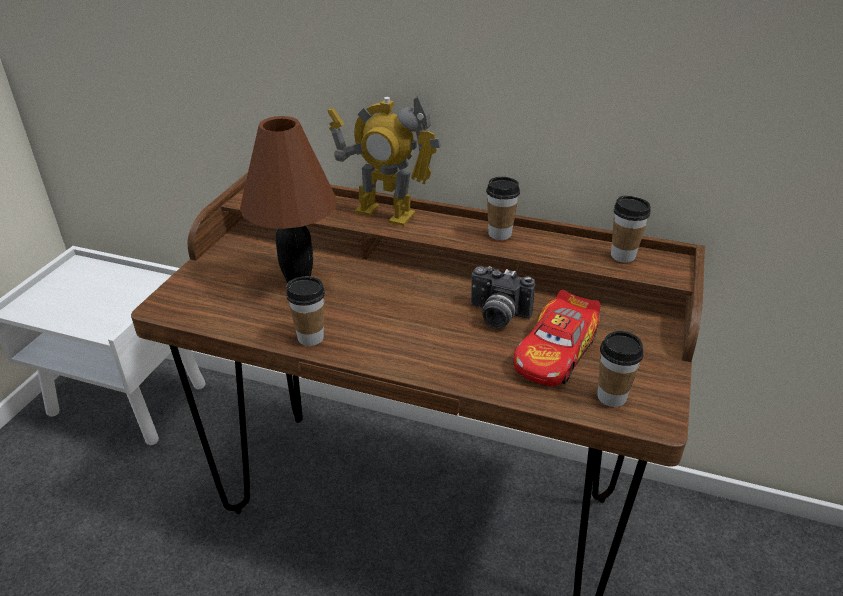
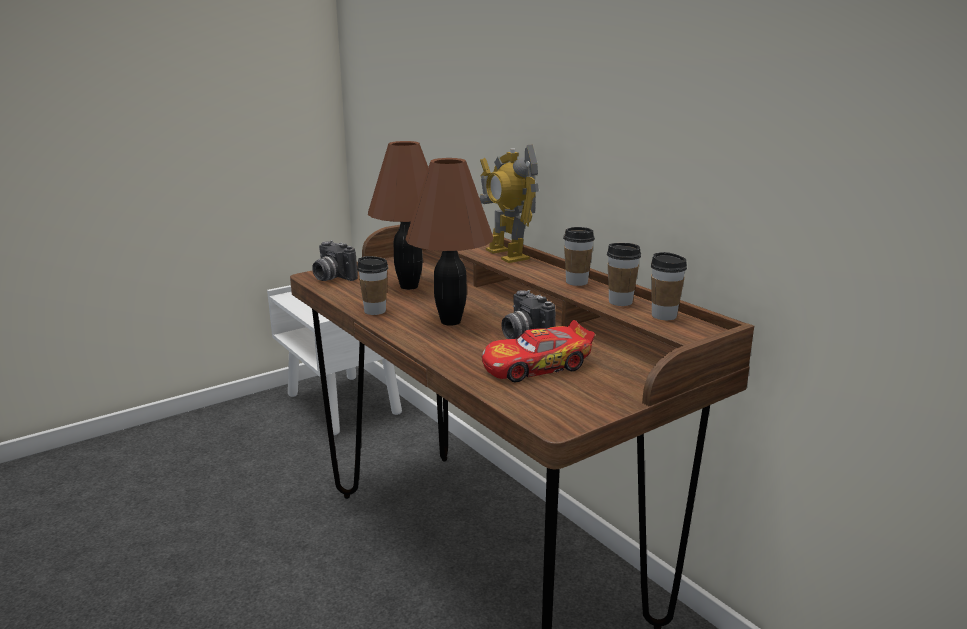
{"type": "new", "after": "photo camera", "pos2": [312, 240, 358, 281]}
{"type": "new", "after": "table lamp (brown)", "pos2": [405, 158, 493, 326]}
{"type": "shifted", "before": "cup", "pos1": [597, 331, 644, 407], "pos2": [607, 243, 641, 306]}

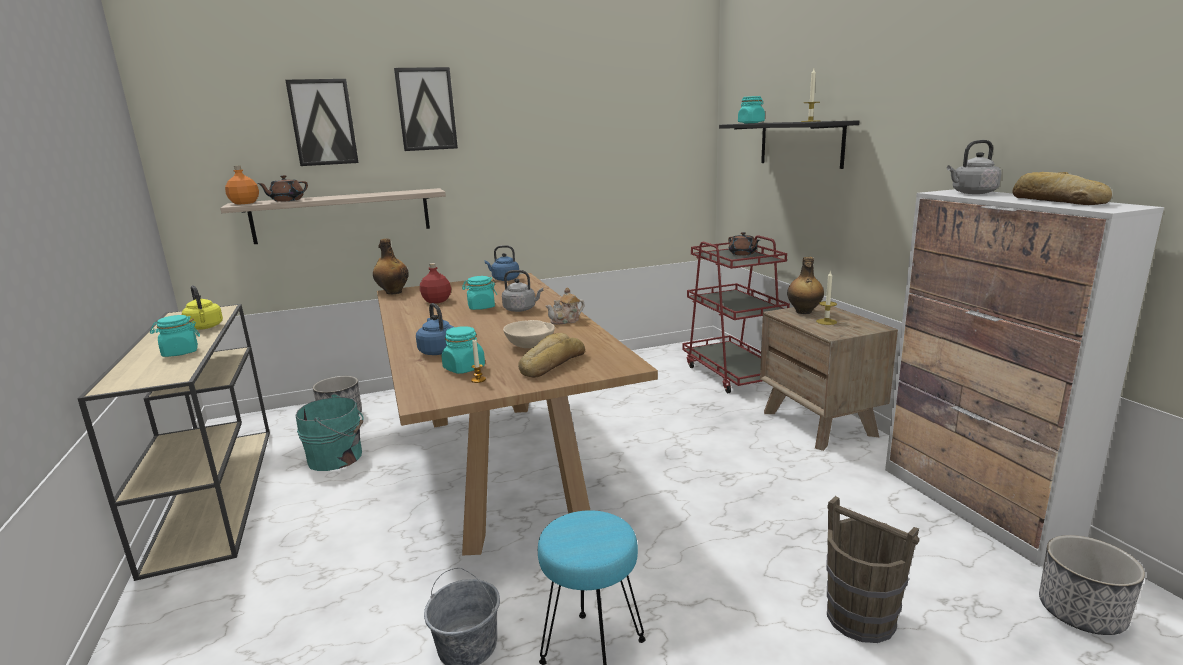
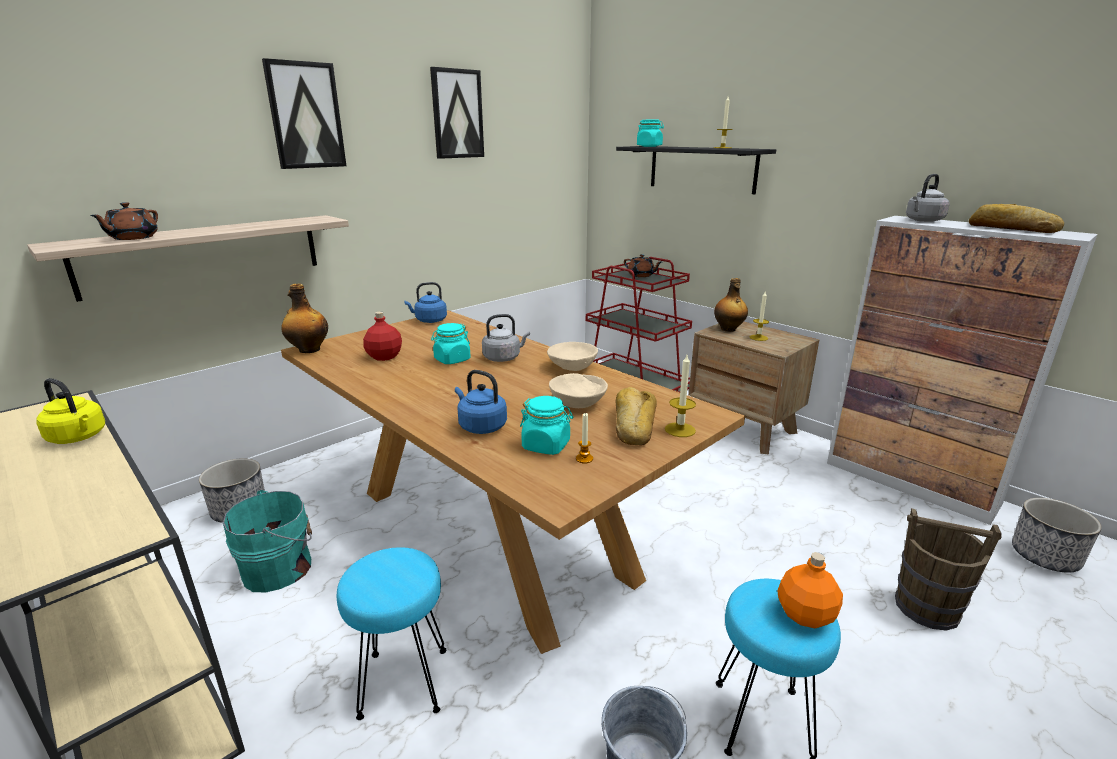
{"type": "gone", "before": "jar (turquoise)", "pos1": [150, 315, 200, 357]}
{"type": "new", "after": "stool (turquoise)", "pos2": [337, 547, 446, 720]}
{"type": "new", "after": "candle", "pos2": [665, 355, 696, 437]}
{"type": "shifted", "before": "bottle (orange)", "pos1": [225, 166, 259, 204], "pos2": [777, 552, 843, 628]}
{"type": "shifted", "before": "picture", "pos1": [285, 79, 359, 166], "pos2": [430, 67, 484, 159]}
{"type": "swapped", "before": "teapot", "after": "bowl (beige)", "pos1": [546, 288, 585, 325], "pos2": [547, 342, 598, 371]}

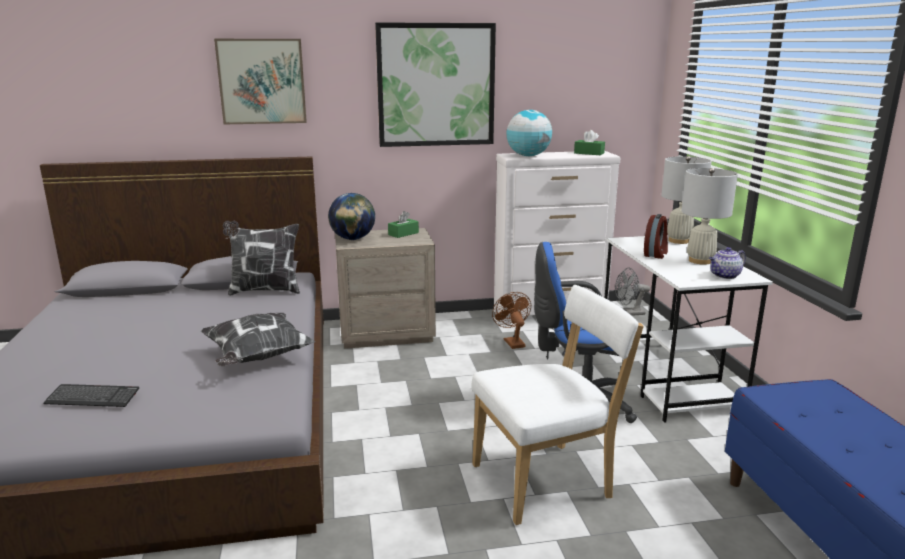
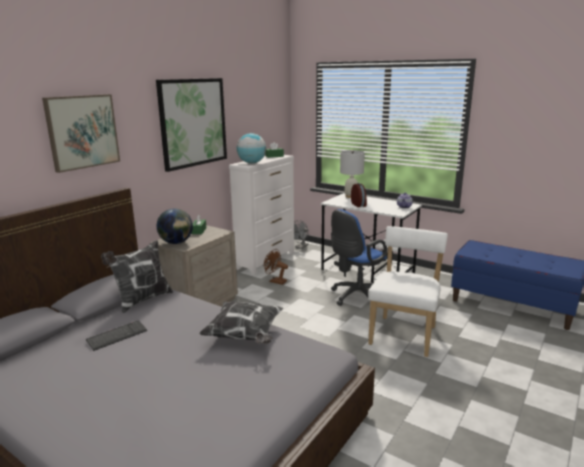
{"type": "gone", "before": "table lamp (white)", "pos1": [681, 168, 738, 265]}
{"type": "shifted", "before": "keyboard", "pos1": [43, 384, 139, 407], "pos2": [86, 320, 147, 351]}

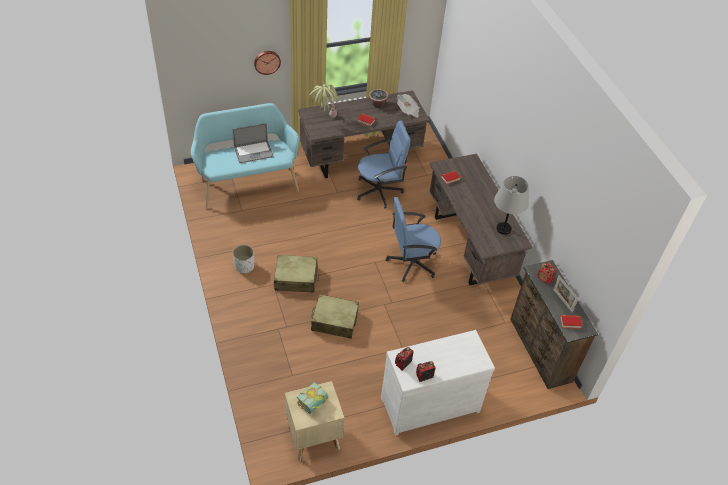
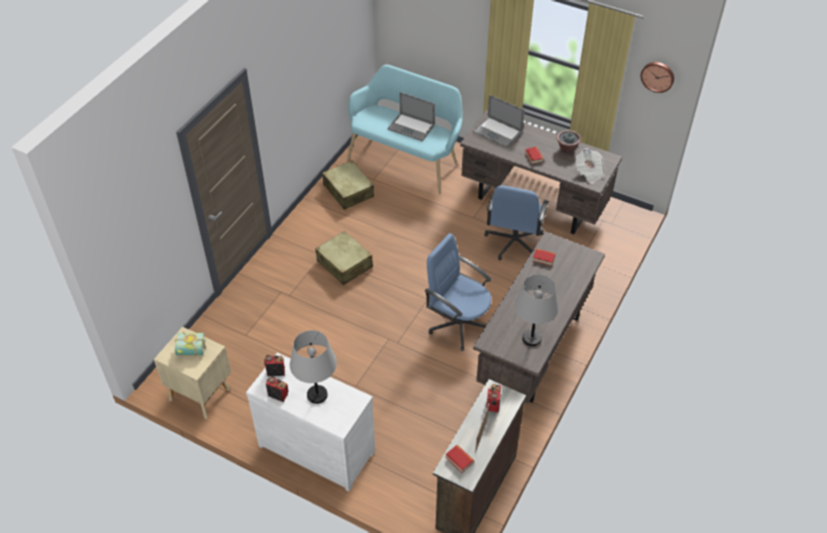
{"type": "gone", "before": "planter (white)", "pos1": [233, 245, 254, 274]}
{"type": "new", "after": "table lamp (grey)", "pos2": [290, 330, 337, 404]}
{"type": "shifted", "before": "wall clock", "pos1": [254, 51, 281, 75], "pos2": [641, 62, 674, 93]}
{"type": "shifted", "before": "suitcase (beige)", "pos1": [311, 294, 359, 339], "pos2": [322, 160, 374, 210]}
{"type": "swapped", "before": "potted plant", "after": "laptop", "pos1": [309, 84, 339, 118], "pos2": [473, 95, 525, 148]}
{"type": "rotated", "before": "office chair (blue)", "pos1": [357, 121, 410, 208], "pos2": [484, 185, 549, 261], "turn": 75}

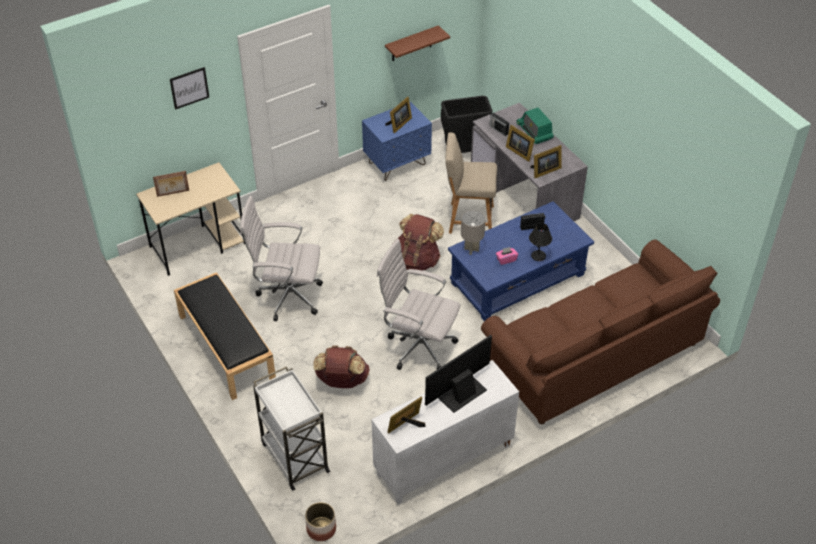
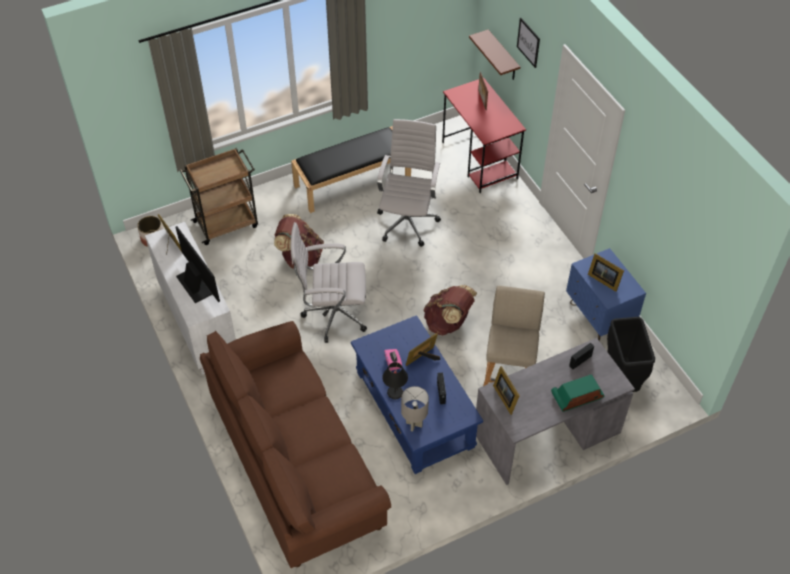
{"type": "shifted", "before": "shelf (brown)", "pos1": [385, 25, 450, 61], "pos2": [469, 30, 520, 80]}
{"type": "shifted", "before": "table lamp (grey)", "pos1": [461, 210, 486, 255], "pos2": [401, 386, 429, 432]}
{"type": "shifted", "before": "picture frame", "pos1": [506, 125, 535, 162], "pos2": [406, 333, 440, 366]}
{"type": "repainted", "before": "desk (beige)", "after": "desk (red)", "pos1": [136, 162, 245, 276], "pos2": [442, 78, 526, 193]}
{"type": "repainted", "before": "cart (white)", "after": "cart (brown)", "pos1": [253, 366, 331, 491], "pos2": [180, 148, 258, 245]}
{"type": "rotated", "before": "office chair (white)", "pos1": [377, 239, 460, 370], "pos2": [291, 222, 367, 343], "turn": -120}

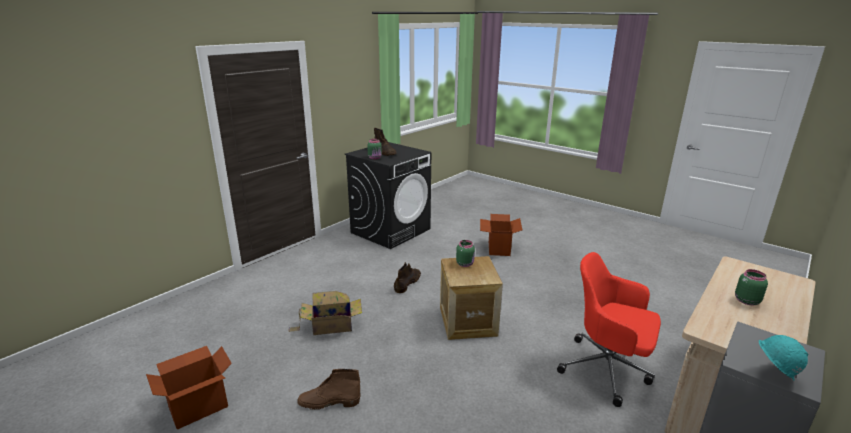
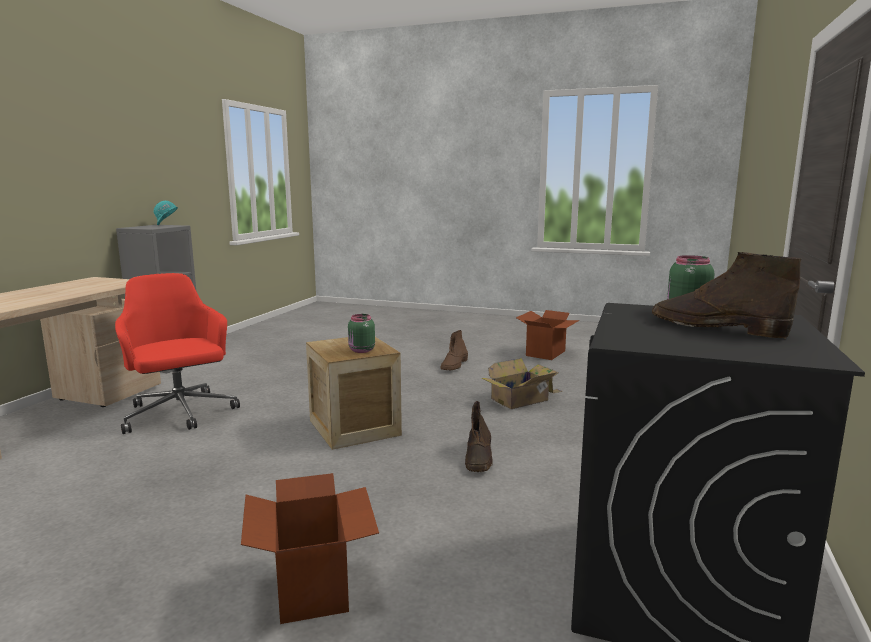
{"type": "gone", "before": "jar (green)", "pos1": [735, 269, 768, 305]}
{"type": "rotated", "before": "boot (brown)", "pos1": [297, 369, 361, 410], "pos2": [440, 330, 468, 370], "turn": 135}
{"type": "rotated", "before": "office chair (red)", "pos1": [557, 252, 661, 407], "pos2": [115, 273, 240, 434], "turn": -135}

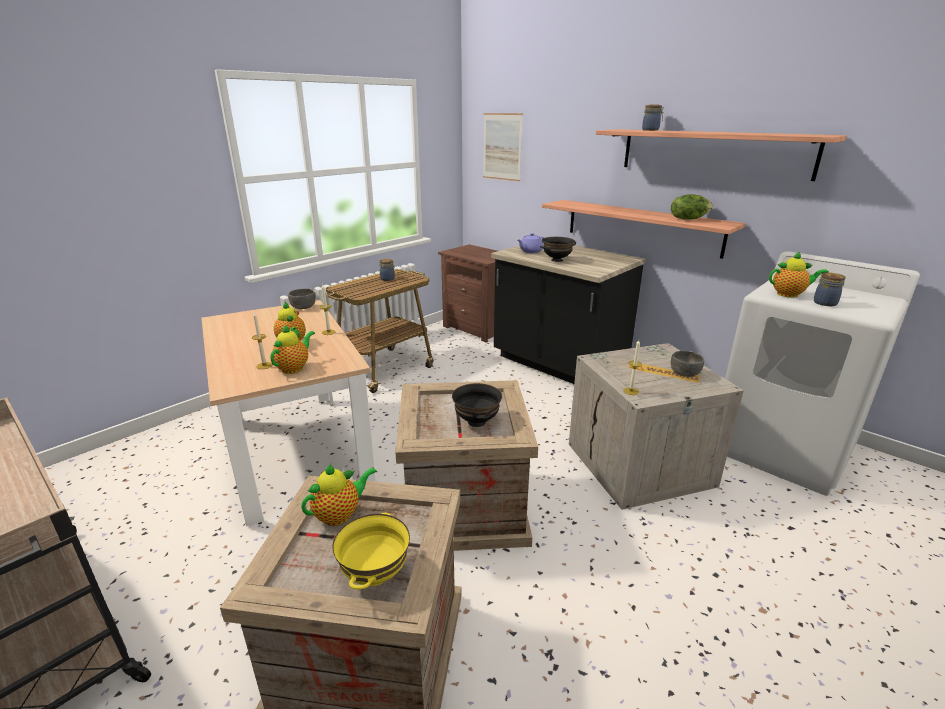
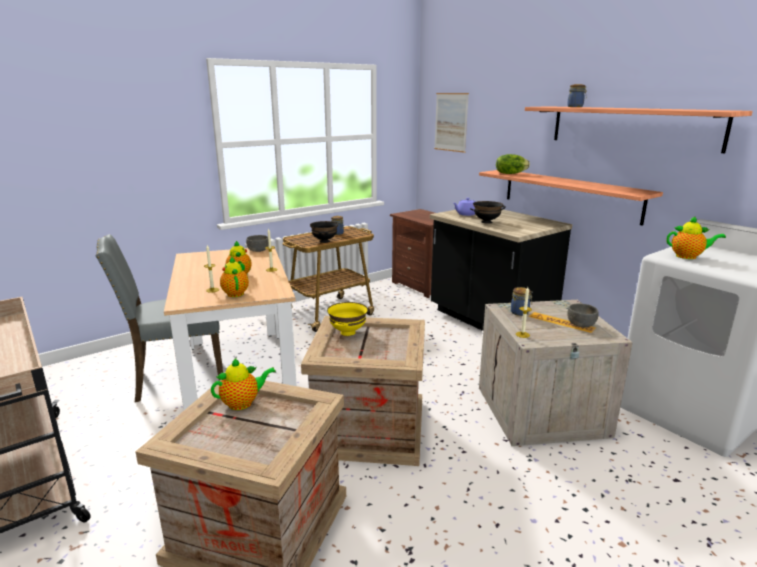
{"type": "new", "after": "chair (grey)", "pos2": [95, 234, 223, 402]}
{"type": "shifted", "before": "bowl (yellow)", "pos1": [333, 512, 410, 589], "pos2": [327, 302, 368, 336]}
{"type": "shifted", "before": "bowl (black)", "pos1": [452, 383, 502, 427], "pos2": [310, 221, 338, 243]}
{"type": "shifted", "before": "lettuce", "pos1": [671, 194, 713, 219], "pos2": [496, 154, 530, 174]}
{"type": "shifted", "before": "jar", "pos1": [814, 273, 846, 306], "pos2": [511, 287, 533, 316]}
{"type": "rotated", "before": "teapot", "pos1": [270, 324, 315, 374], "pos2": [220, 257, 249, 297], "turn": -60}

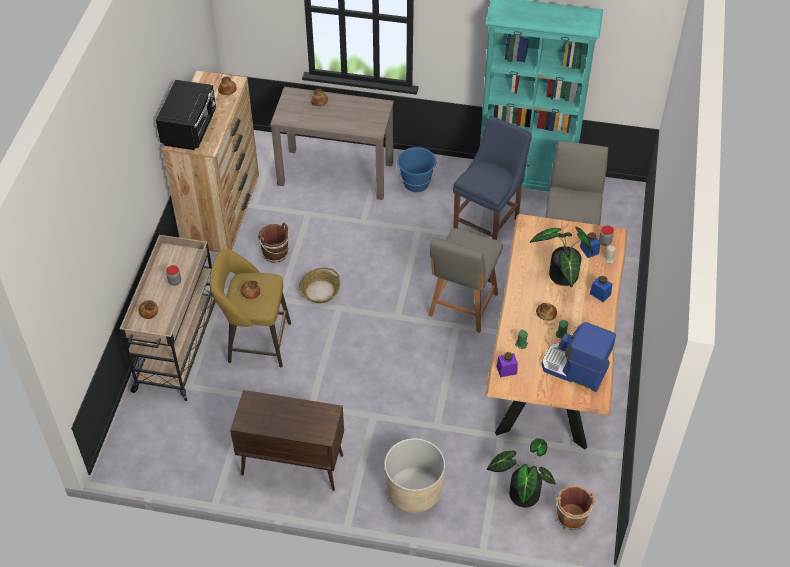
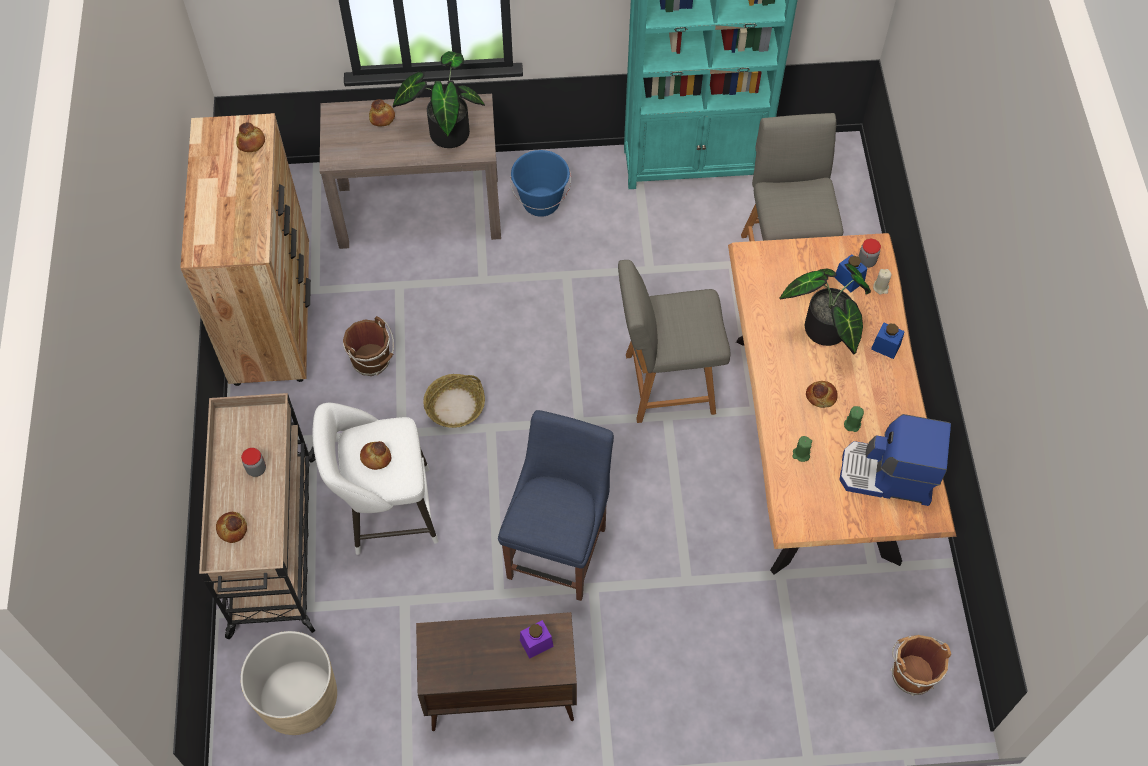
{"type": "gone", "before": "microwave (black)", "pos1": [156, 80, 216, 150]}
{"type": "shifted", "before": "planter (beige)", "pos1": [384, 438, 445, 513], "pos2": [240, 631, 337, 735]}
{"type": "shifted", "before": "chair (blue)", "pos1": [453, 116, 532, 240], "pos2": [498, 410, 614, 601]}
{"type": "shifted", "before": "potted plant", "pos1": [487, 438, 556, 508], "pos2": [393, 51, 485, 148]}
{"type": "shifted", "before": "jar (purple)", "pos1": [496, 352, 518, 377], "pos2": [520, 620, 553, 659]}
{"type": "repainted", "before": "stool (yellow)", "after": "stool (white)", "pos1": [210, 249, 291, 368], "pos2": [313, 403, 438, 555]}
{"type": "rotated", "before": "chair (grey)", "pos1": [428, 228, 503, 333], "pos2": [618, 260, 730, 423], "turn": 75}

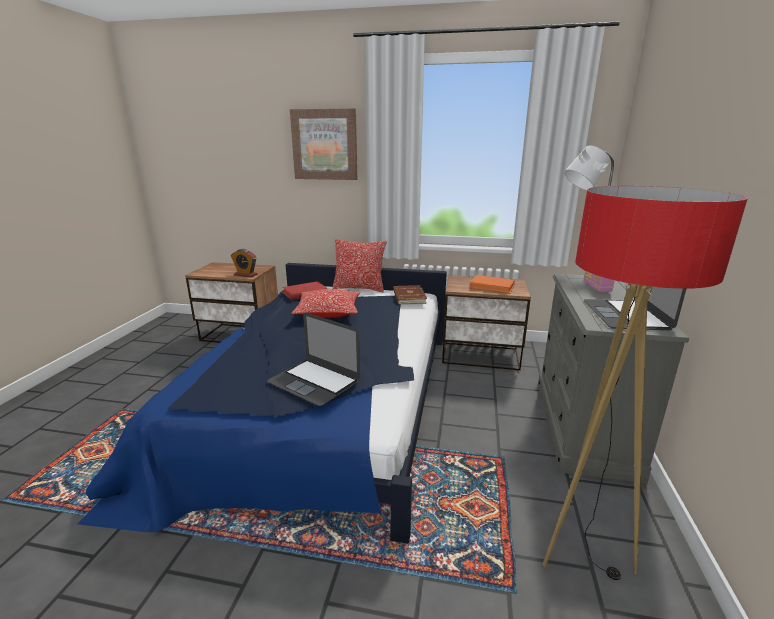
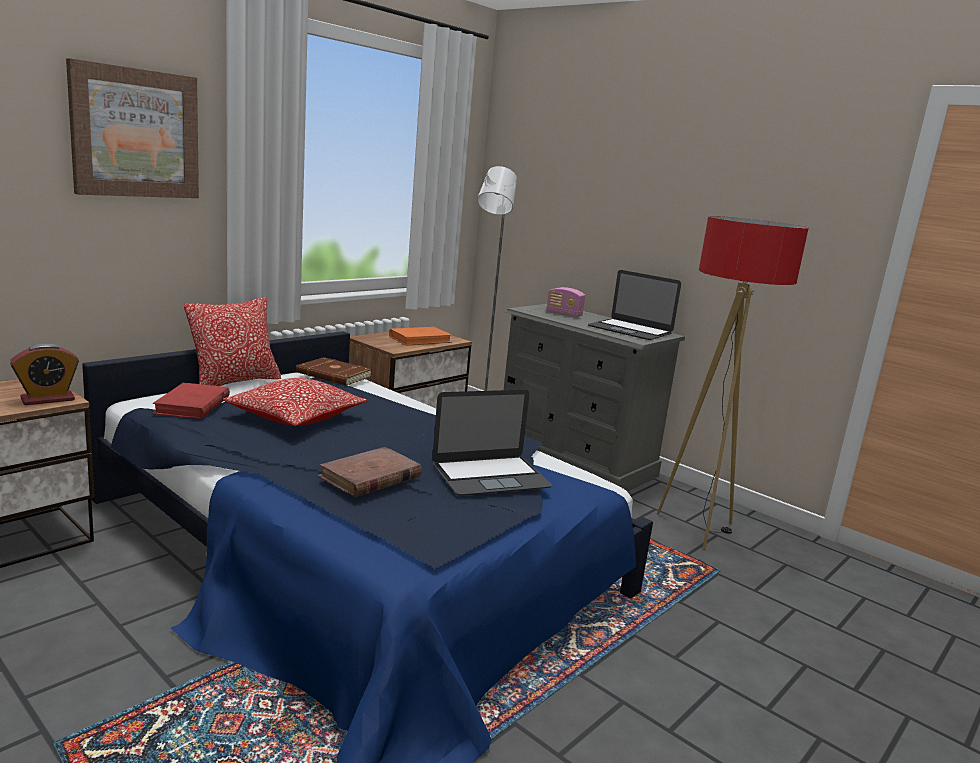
{"type": "new", "after": "book (brown)", "pos2": [318, 447, 422, 497]}

